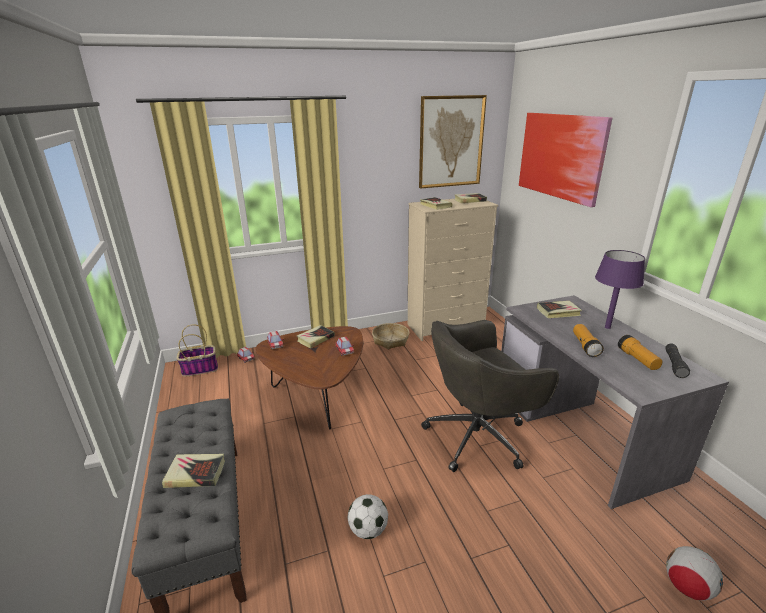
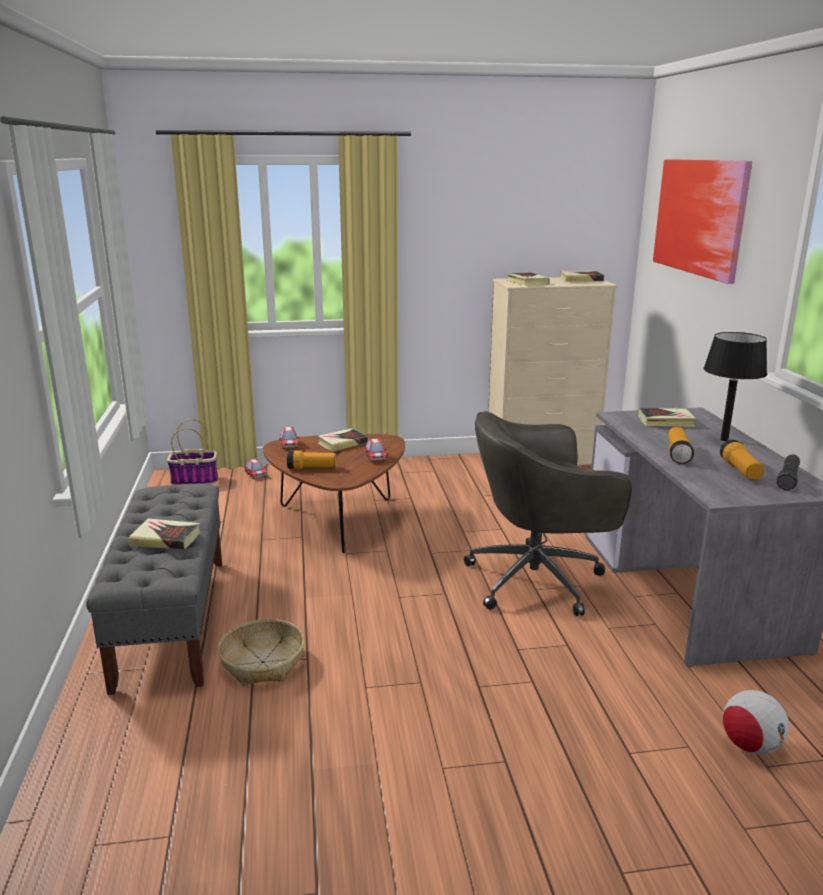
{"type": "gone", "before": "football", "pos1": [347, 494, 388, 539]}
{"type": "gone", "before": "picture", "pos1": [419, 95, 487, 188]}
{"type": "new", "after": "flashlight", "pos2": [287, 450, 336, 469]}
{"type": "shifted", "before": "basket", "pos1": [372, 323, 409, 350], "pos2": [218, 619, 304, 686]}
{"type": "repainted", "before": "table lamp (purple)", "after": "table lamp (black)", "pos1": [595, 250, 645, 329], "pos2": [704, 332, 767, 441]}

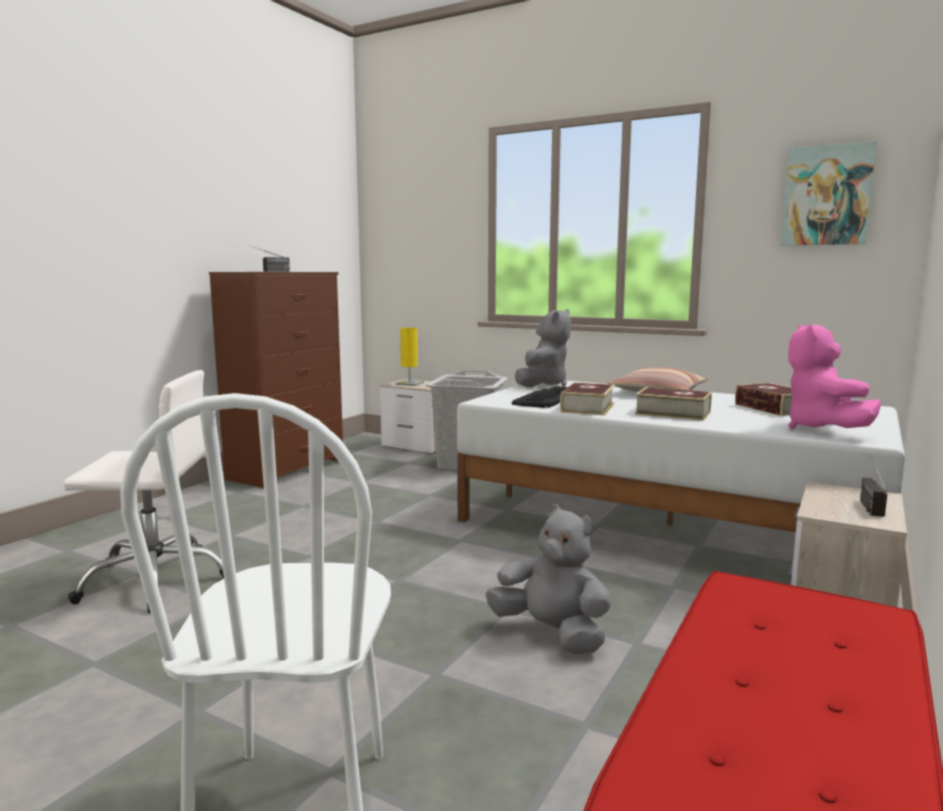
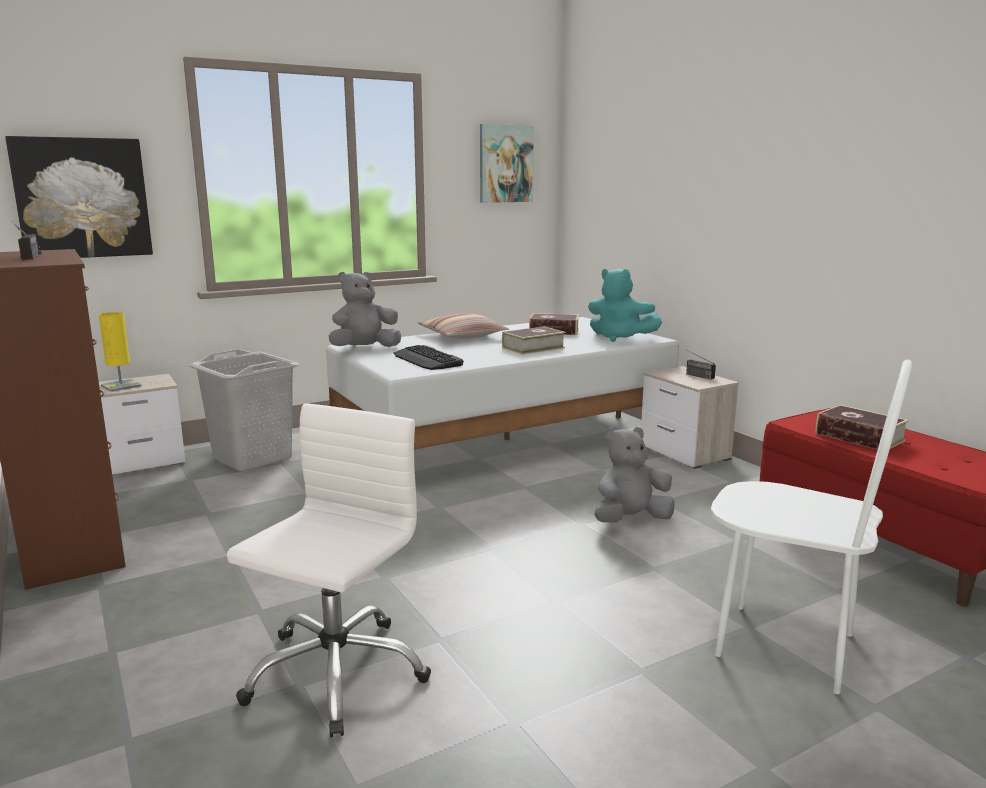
{"type": "new", "after": "picture", "pos2": [5, 136, 153, 258]}
{"type": "shifted", "before": "book", "pos1": [560, 382, 615, 416], "pos2": [815, 405, 909, 450]}
{"type": "repainted", "before": "plush toy (pink)", "after": "plush toy (turquoise)", "pos1": [788, 324, 881, 429], "pos2": [588, 269, 662, 342]}
{"type": "rotated", "before": "plush toy (grey)", "pos1": [515, 309, 571, 387], "pos2": [329, 272, 401, 347], "turn": -90}

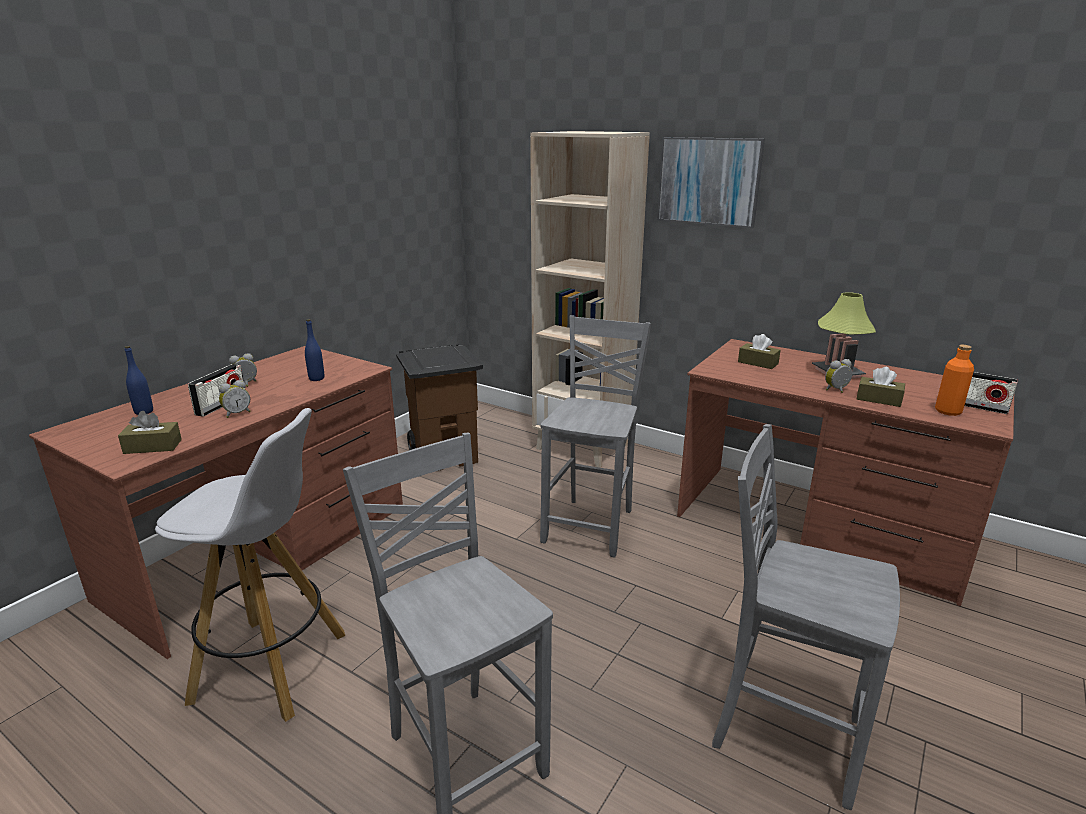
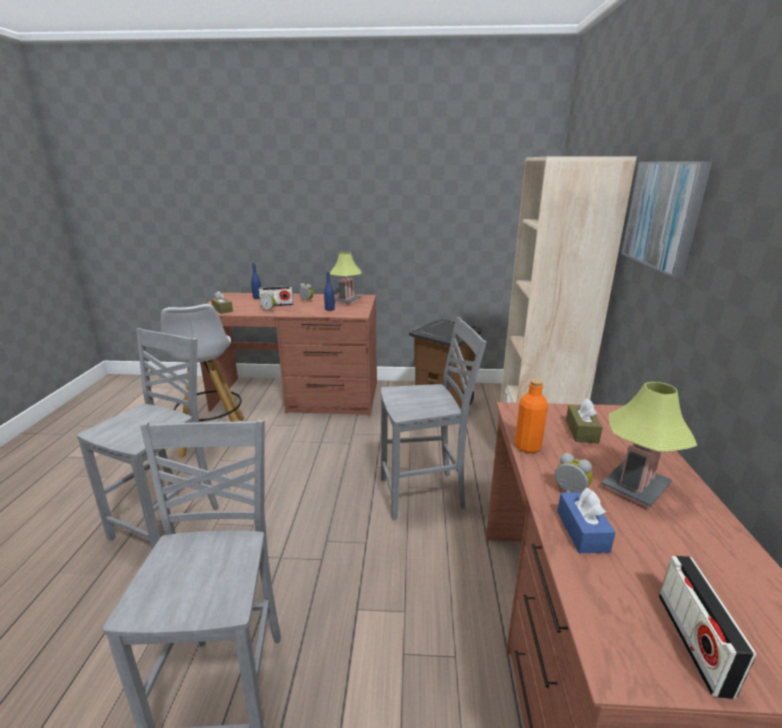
{"type": "new", "after": "table lamp", "pos2": [330, 252, 362, 305]}
{"type": "shifted", "before": "bottle (orange)", "pos1": [935, 345, 974, 416], "pos2": [515, 379, 548, 453]}
{"type": "repainted", "before": "tissue box (brown)", "after": "tissue box (blue)", "pos1": [857, 367, 905, 407], "pos2": [557, 488, 616, 553]}

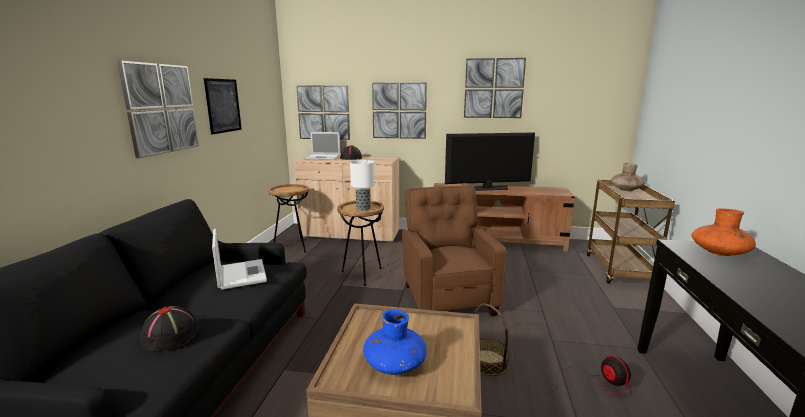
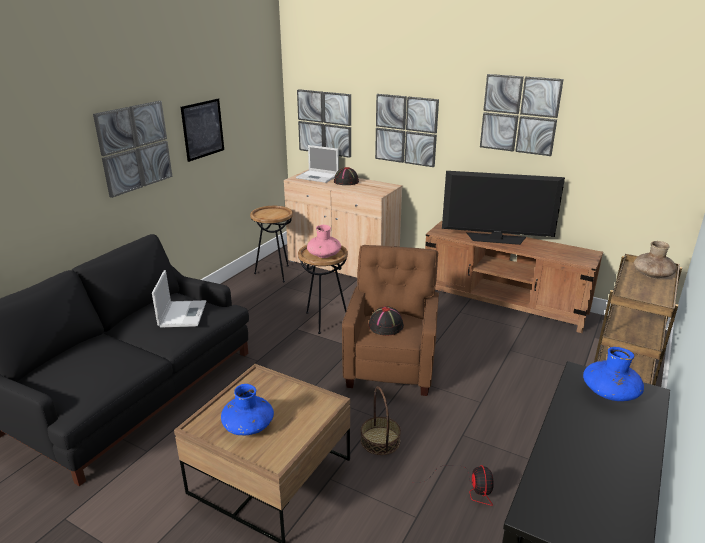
{"type": "shifted", "before": "hat (black)", "pos1": [140, 306, 199, 351], "pos2": [369, 306, 404, 335]}
{"type": "swapped", "before": "table lamp", "after": "vase (pink)", "pos1": [350, 160, 375, 211], "pos2": [307, 225, 341, 258]}
{"type": "repainted", "before": "vase (orange)", "after": "vase (blue)", "pos1": [692, 208, 756, 256], "pos2": [583, 347, 644, 401]}

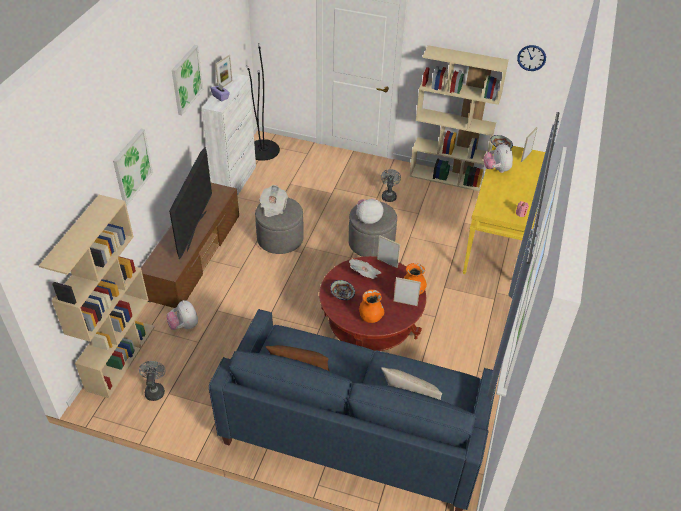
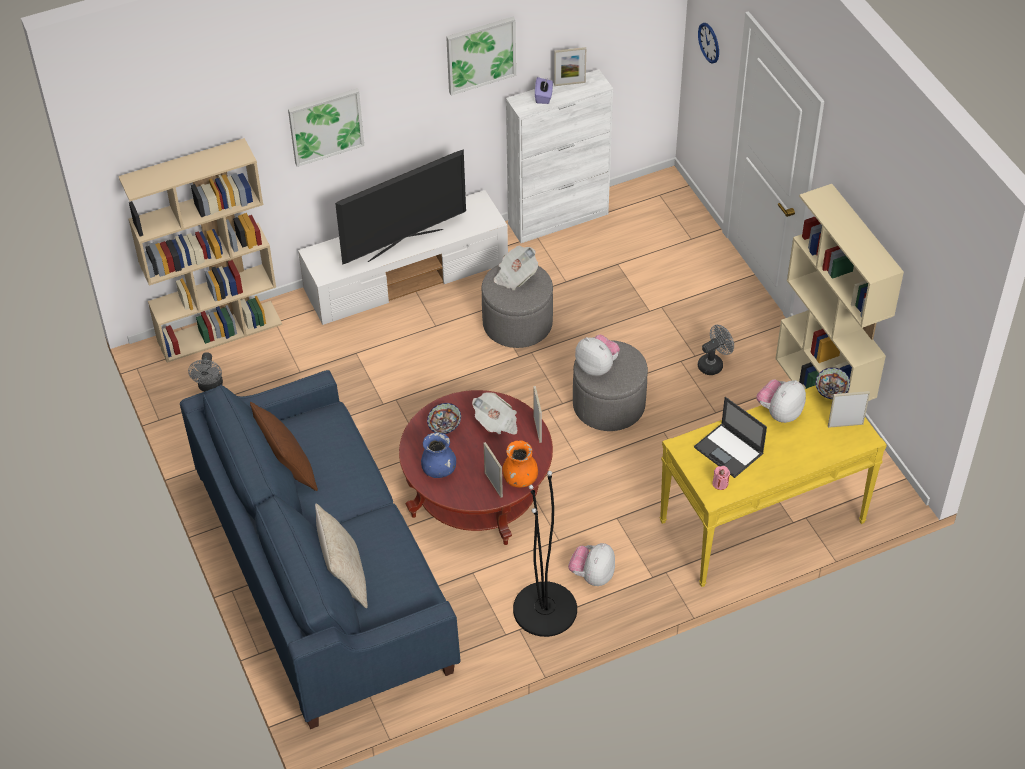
{"type": "new", "after": "laptop", "pos2": [694, 397, 767, 478]}
{"type": "shifted", "before": "plush toy", "pos1": [167, 300, 198, 330], "pos2": [568, 543, 615, 586]}
{"type": "shifted", "before": "floor lamp (black)", "pos1": [246, 43, 280, 161], "pos2": [513, 471, 577, 637]}
{"type": "shifted", "before": "wall clock", "pos1": [517, 45, 546, 71], "pos2": [698, 23, 719, 64]}
{"type": "repainted", "before": "tv stand (brown)", "after": "tv stand (white)", "pos1": [141, 183, 239, 308], "pos2": [298, 190, 508, 325]}
{"type": "repainted", "before": "vase (orange)", "after": "vase (blue)", "pos1": [359, 290, 384, 323], "pos2": [421, 432, 456, 478]}
{"type": "rotated", "before": "fan (grey)", "pos1": [139, 361, 166, 401], "pos2": [188, 352, 223, 392], "turn": 135}

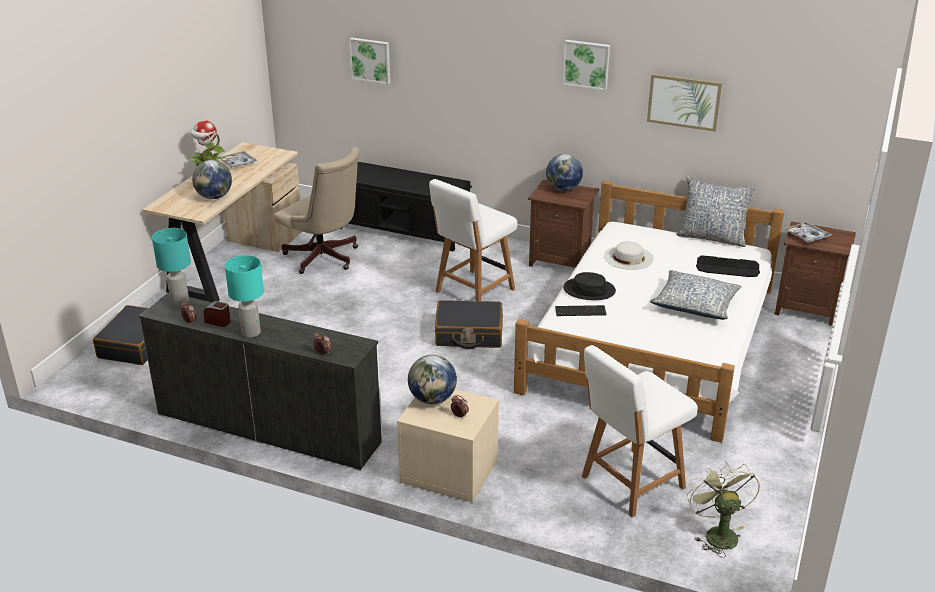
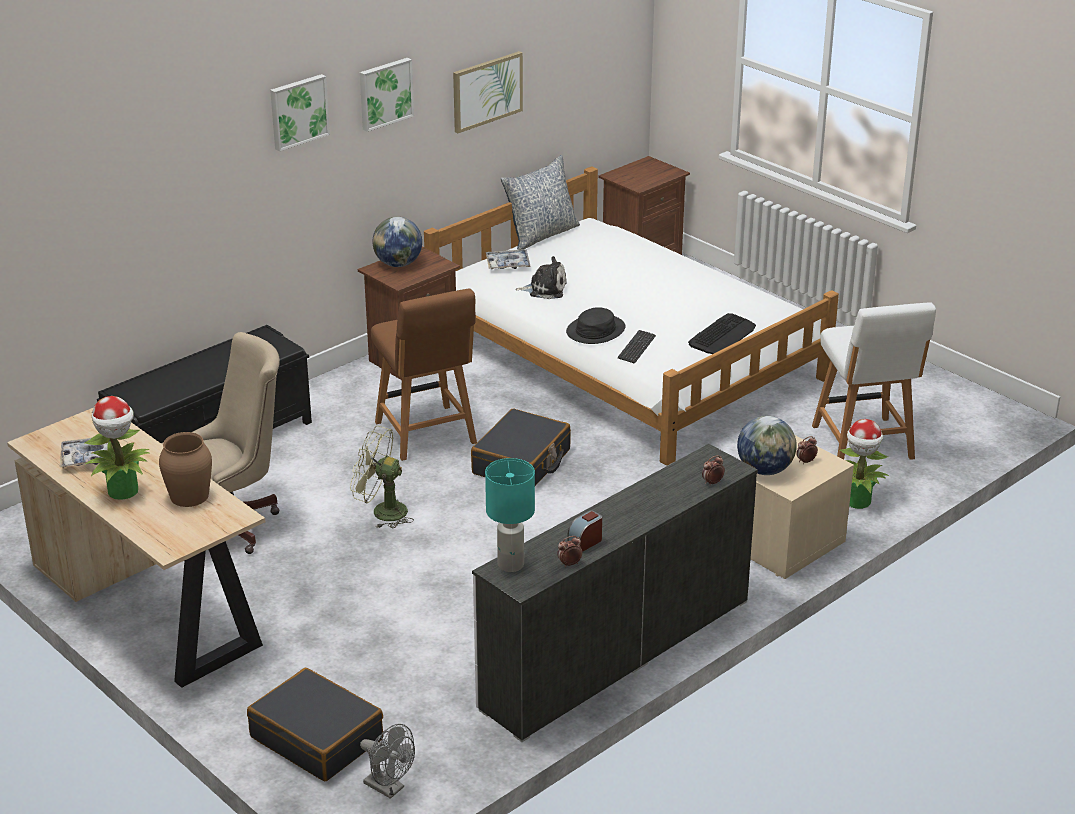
{"type": "gone", "before": "table lamp (turquoise)", "pos1": [225, 255, 264, 338]}
{"type": "gone", "before": "pillow", "pos1": [650, 270, 742, 320]}
{"type": "new", "after": "fan (grey)", "pos2": [360, 724, 415, 799]}
{"type": "new", "after": "potted plant", "pos2": [840, 419, 889, 509]}
{"type": "shifted", "before": "picture", "pos1": [349, 38, 390, 84], "pos2": [270, 74, 330, 151]}
{"type": "shifted", "before": "fan (green)", "pos1": [687, 462, 760, 557], "pos2": [350, 426, 414, 528]}
{"type": "shifted", "before": "keyboard", "pos1": [696, 256, 760, 277], "pos2": [688, 313, 756, 354]}
{"type": "shifted", "before": "tray", "pos1": [784, 222, 832, 243], "pos2": [486, 250, 531, 269]}
{"type": "swapped", "before": "globe", "after": "vase (brown)", "pos1": [192, 160, 232, 199], "pos2": [159, 432, 212, 507]}
{"type": "swapped", "before": "hat (white)", "after": "plush toy", "pos1": [604, 242, 654, 270], "pos2": [515, 256, 567, 299]}
{"type": "repainted", "before": "chair (white)", "after": "chair (brown)", "pos1": [429, 179, 517, 301], "pos2": [371, 288, 477, 461]}

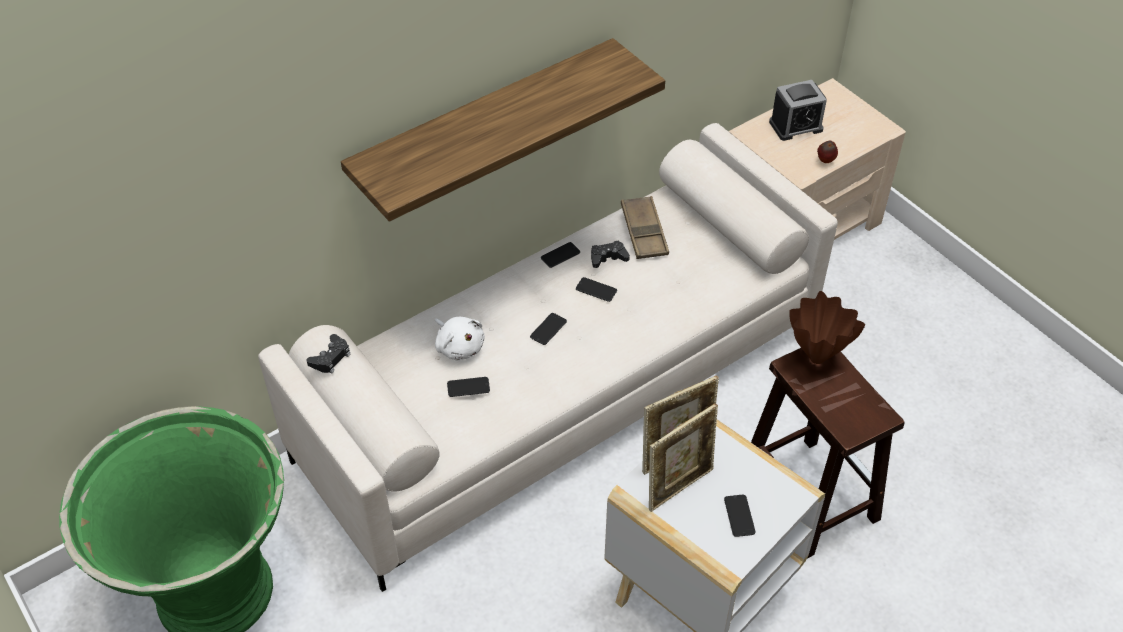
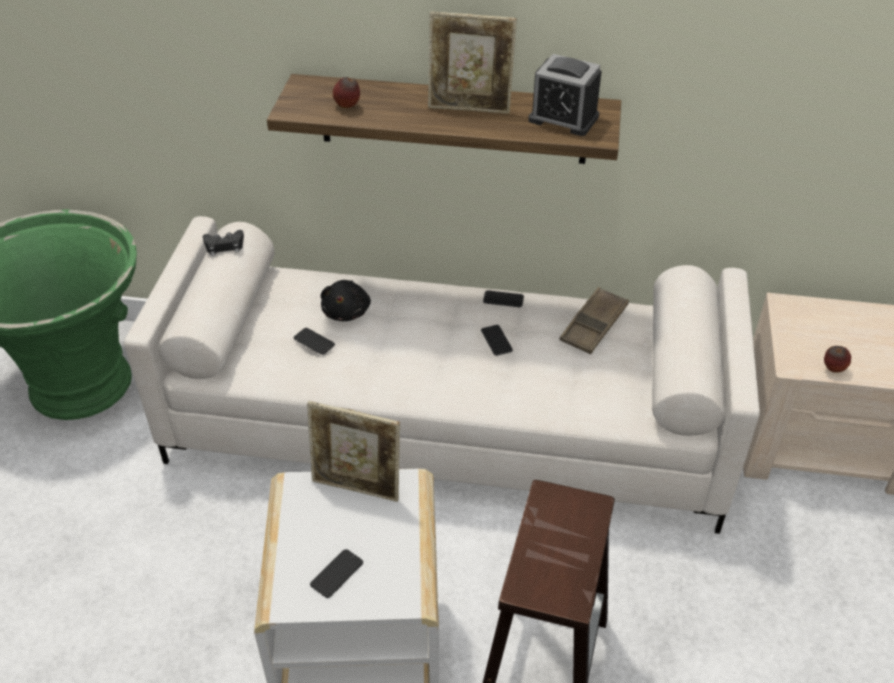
{"type": "gone", "before": "phone", "pos1": [530, 313, 567, 345]}
{"type": "gone", "before": "game controller (black)", "pos1": [591, 241, 630, 268]}
{"type": "gone", "before": "vase (brown)", "pos1": [789, 291, 865, 364]}
{"type": "new", "after": "apple", "pos2": [333, 77, 360, 108]}
{"type": "shifted", "before": "picture frame", "pos1": [649, 403, 718, 512], "pos2": [428, 11, 517, 114]}
{"type": "shifted", "before": "alarm clock", "pos1": [769, 80, 827, 141], "pos2": [528, 54, 602, 136]}
{"type": "repainted", "before": "plush toy (white)", "after": "plush toy (black)", "pos1": [435, 317, 485, 360], "pos2": [321, 280, 371, 321]}

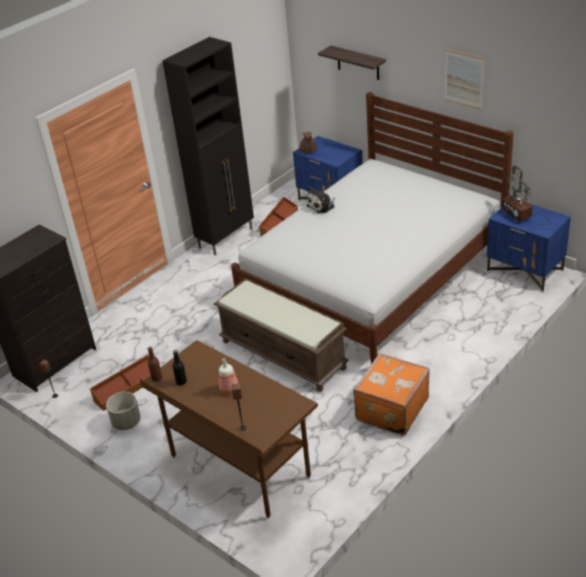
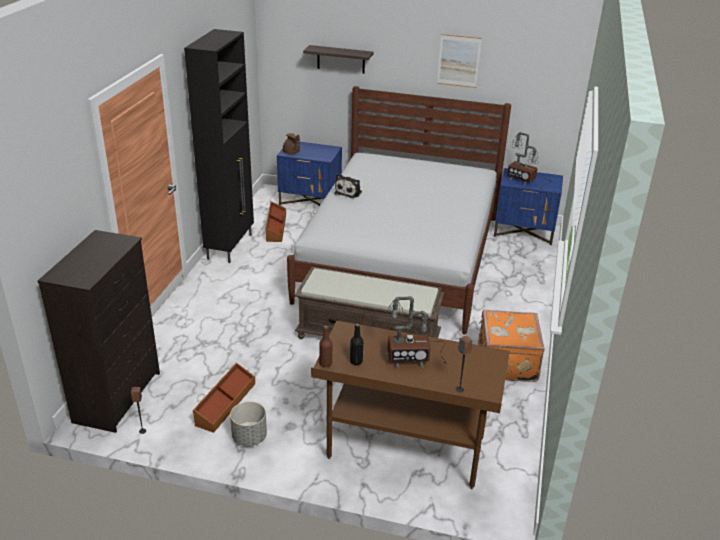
{"type": "swapped", "before": "bottle", "after": "table lamp", "pos1": [219, 358, 238, 394], "pos2": [385, 296, 446, 369]}

